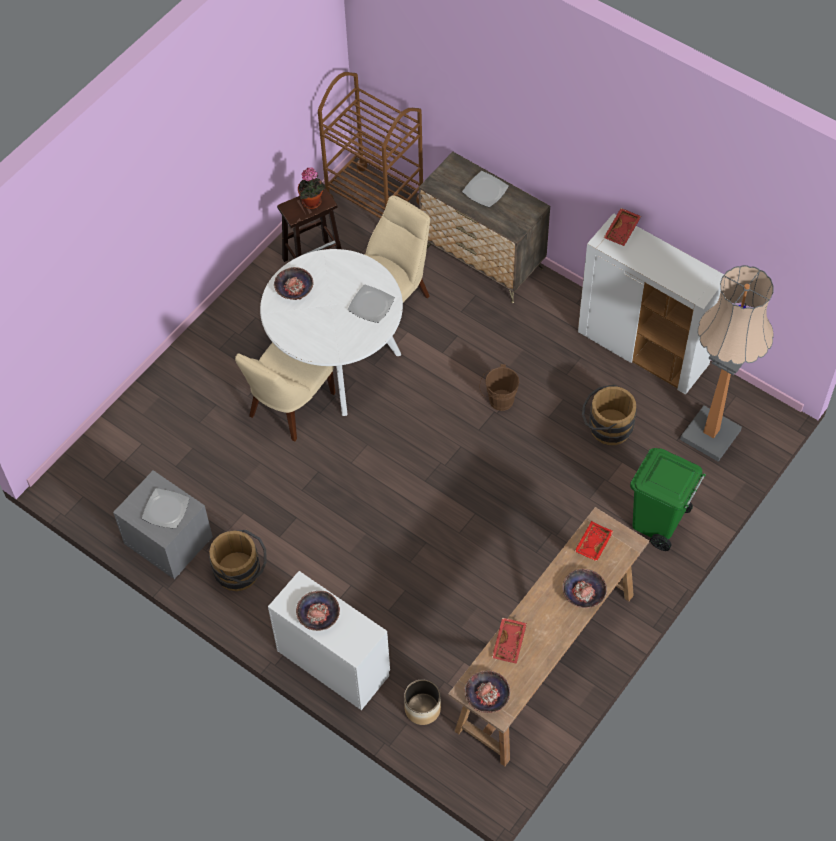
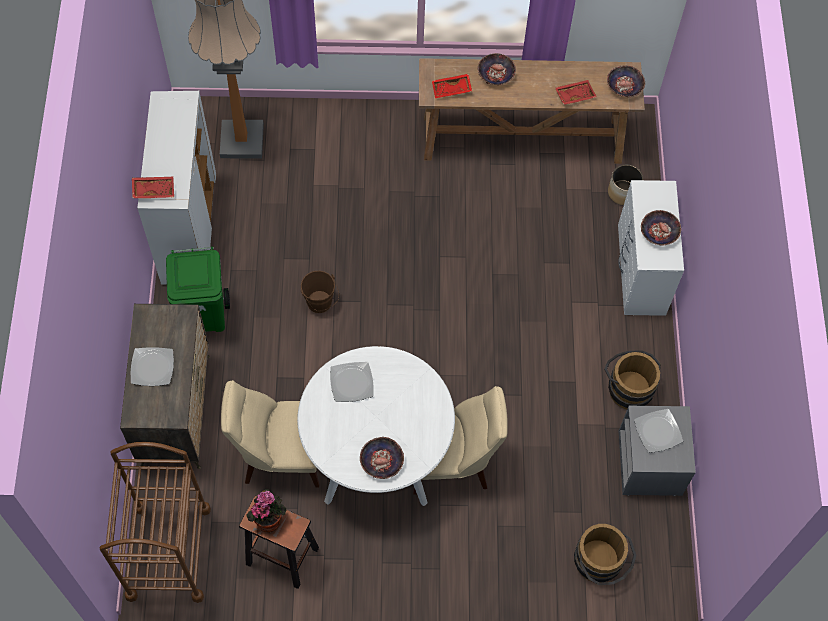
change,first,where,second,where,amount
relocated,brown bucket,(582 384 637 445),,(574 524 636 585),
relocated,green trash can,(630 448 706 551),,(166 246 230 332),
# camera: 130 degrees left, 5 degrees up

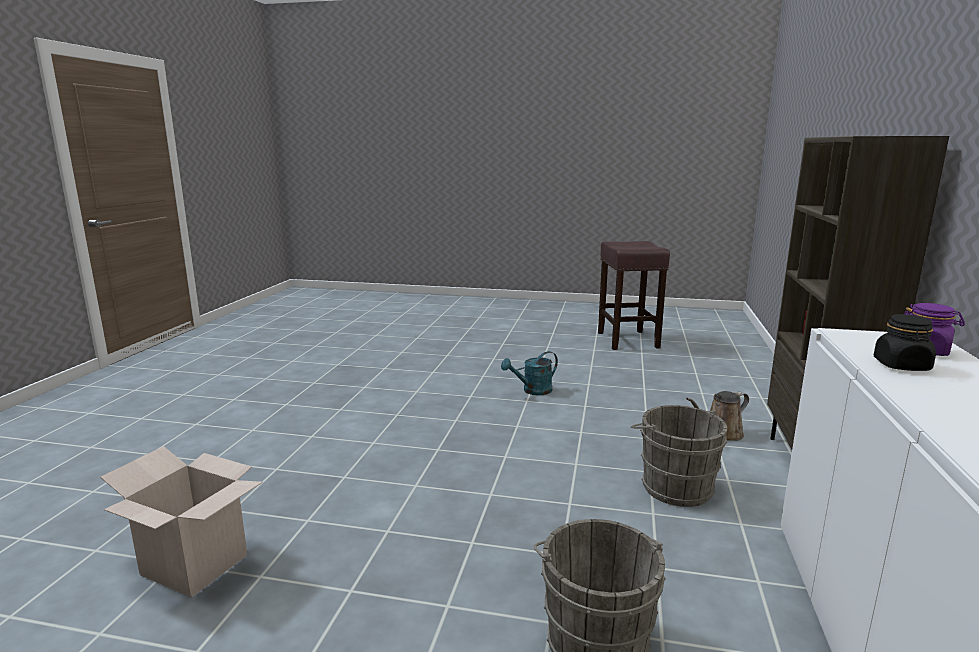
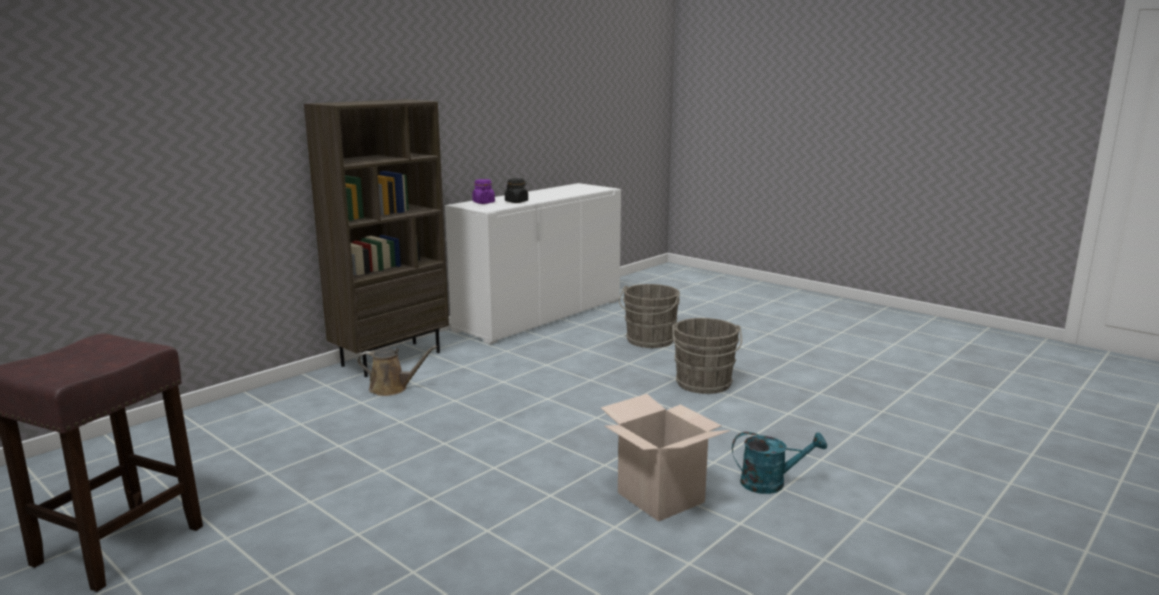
change,first,where,second,where,amount
relocated,cardboard box,(100 446 263 597),,(601 394 730 522),
relocated,turquoise watering can,(501 351 558 395),,(732 432 827 494),
relocated,grey bucket,(631 405 727 507),,(672 318 742 394),
# camera: 150 degrees left, 0 degrees up

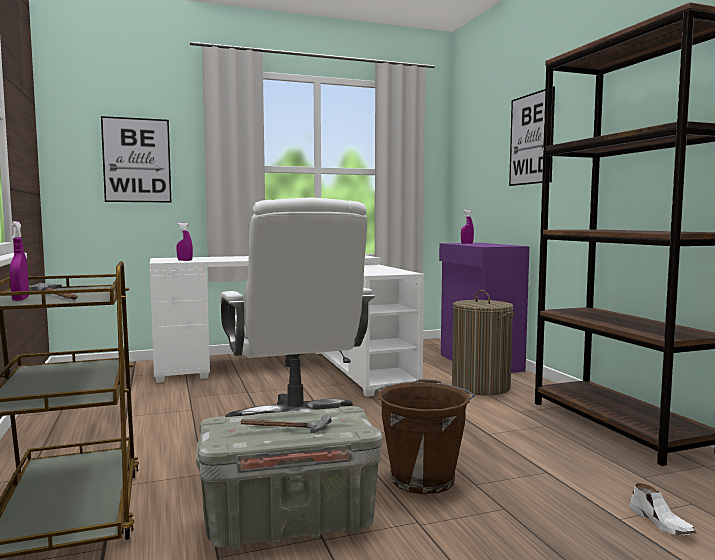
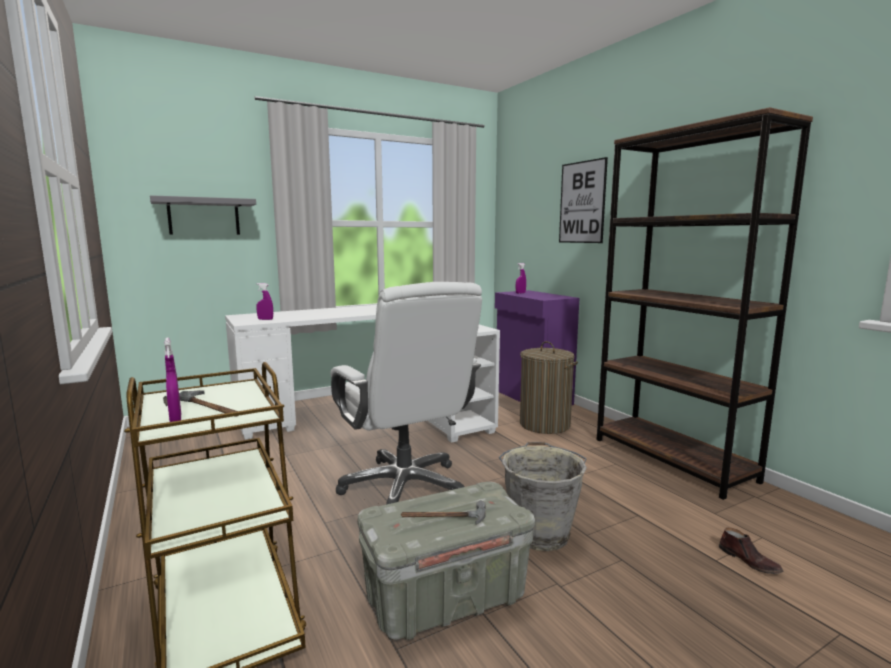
change,first,where,second,where,amount
exchanged,picture,(101 116 171 203),grey shelf,(150 195 256 235),
colour,brown bucket,(378 379 475 494),grey bucket,(499 442 587 551),
colour,white shoe,(629 483 696 536),brown shoe,(719 527 783 574),
# camera: 10 degrees left, 5 degrees up

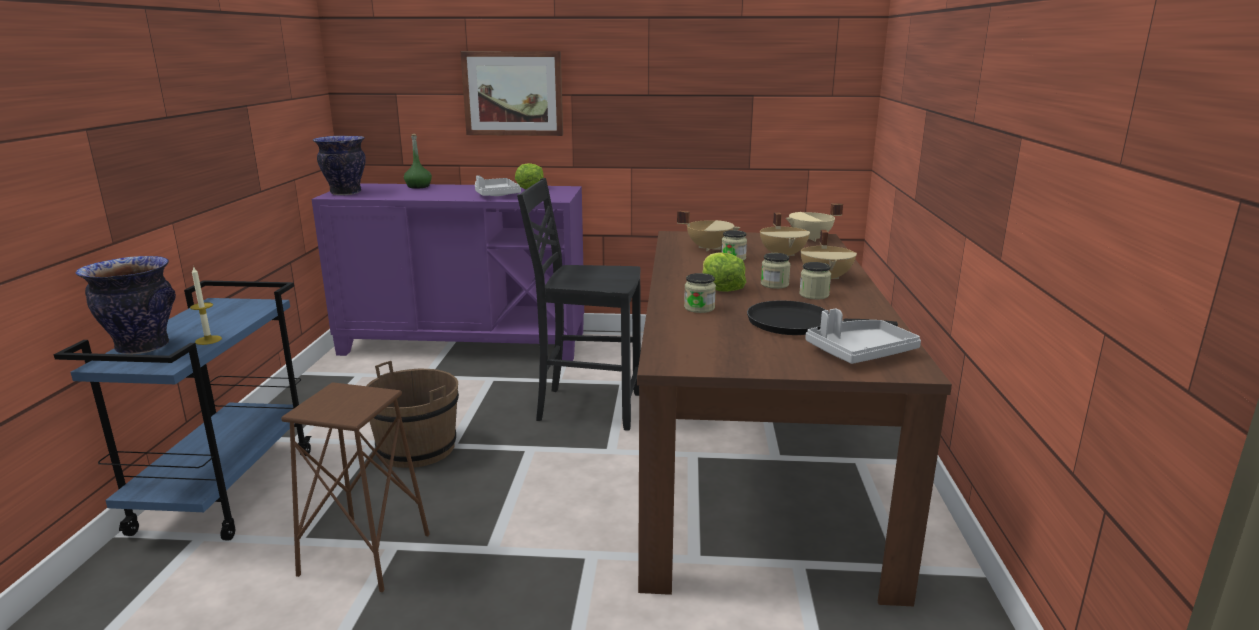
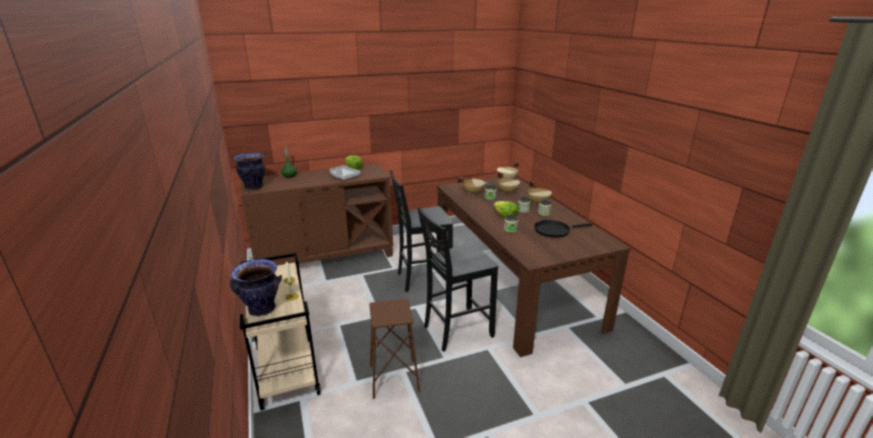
change,first,where,second,where,amount
colour,blue cart,(54 280 311 540),beige cart,(240 253 321 410),
colour,purple cabinet,(311 183 584 361),brown cabinet,(241 163 393 265),
missing,brown bucket,(366 361 459 468),,,
missing,picture,(460 51 563 136),,,
missing,grey tray,(805 309 921 364),,,
appeared,,,black chair,(417 207 498 352),
# camera: 25 degrees left, 5 degrees up

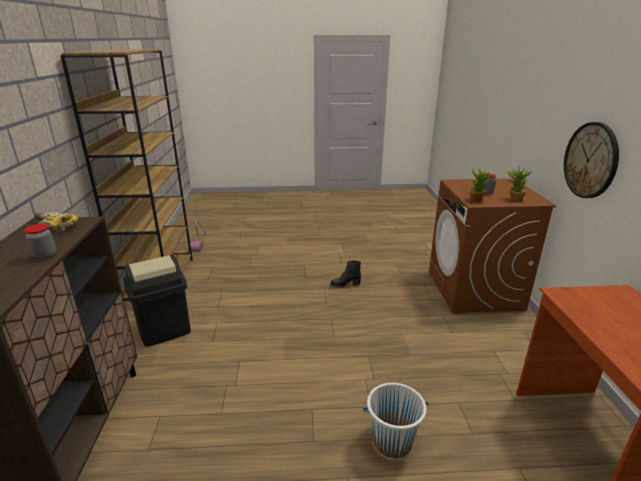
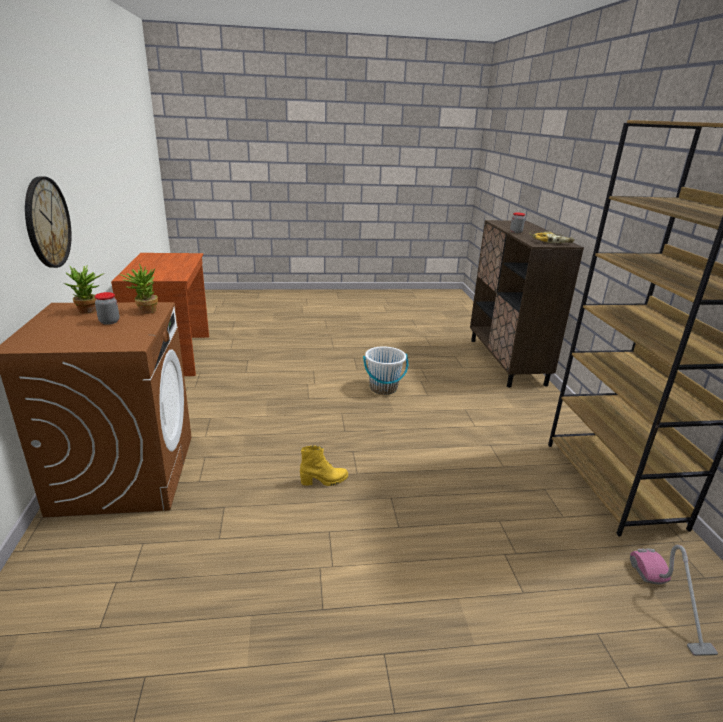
change,first,where,second,where,amount
missing,black trash can,(123 254 191 347),,,
colour,black boot,(330 260 361 288),yellow boot,(300 445 348 486),
relocated,white bucket,(363 383 428 458),,(363 347 408 395),
# camera: 175 degrees right, 0 degrees up

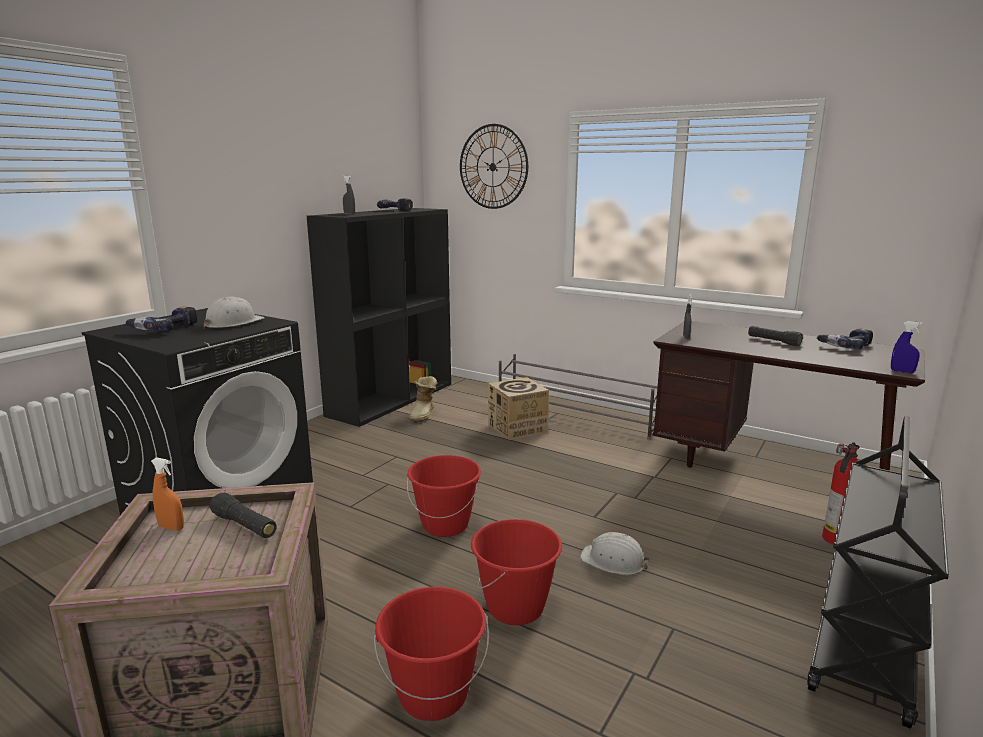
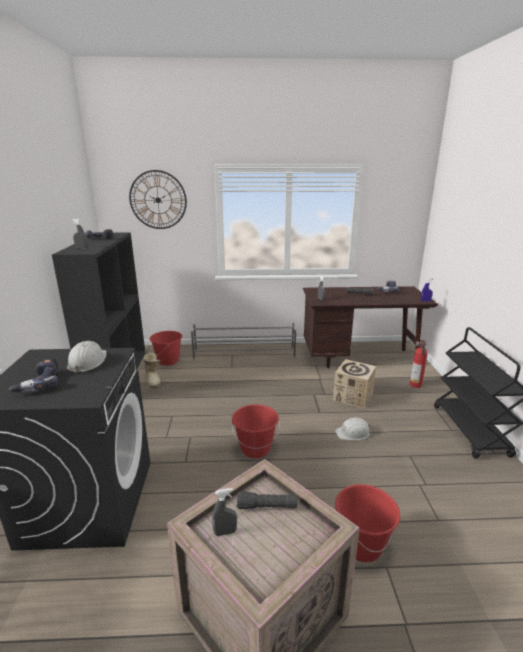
change,first,where,second,where,amount
colour,orange spray bottle,(151 457 184 531),grey spray bottle,(212 488 237 536),
relocated,red bucket,(471 519 562 625),,(150 331 182 366),
relocated,cardboard box,(488 377 549 440),,(333 359 376 409),
# camera: 35 degrees left, 5 degrees up

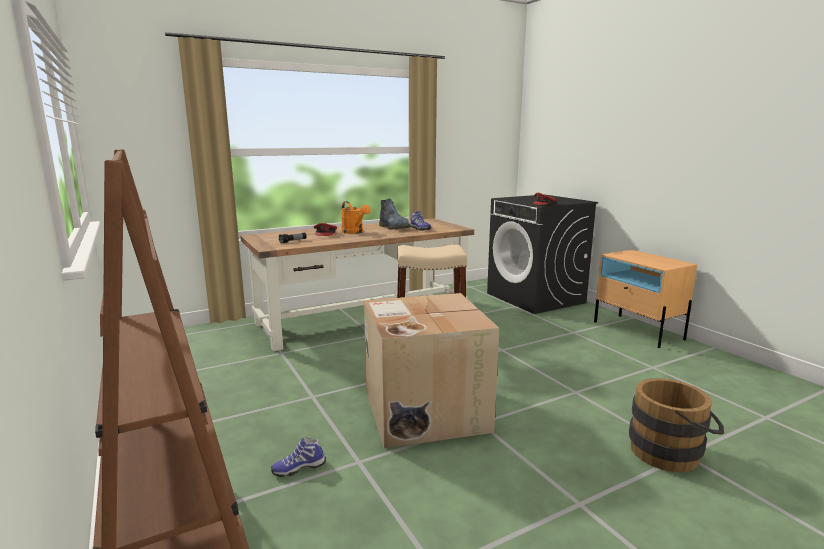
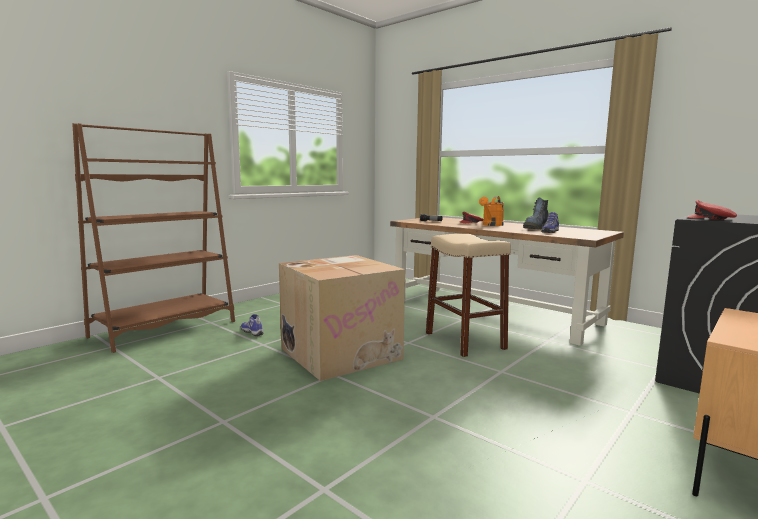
change,first,where,second,where,amount
missing,brown bucket,(629 378 724 472),,,
# camera: 70 degrees right, 5 degrees down

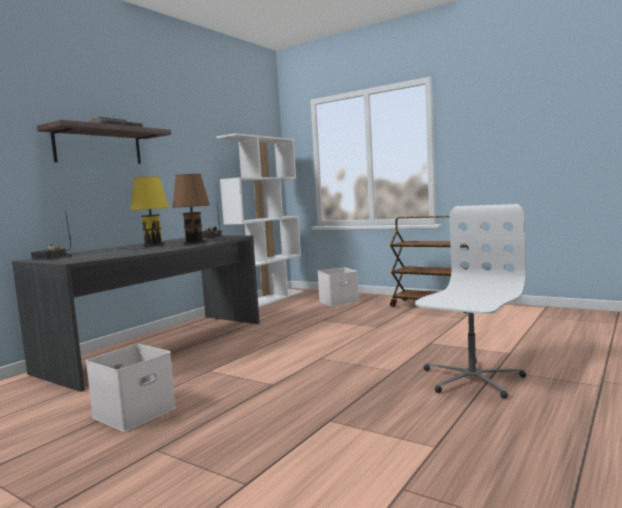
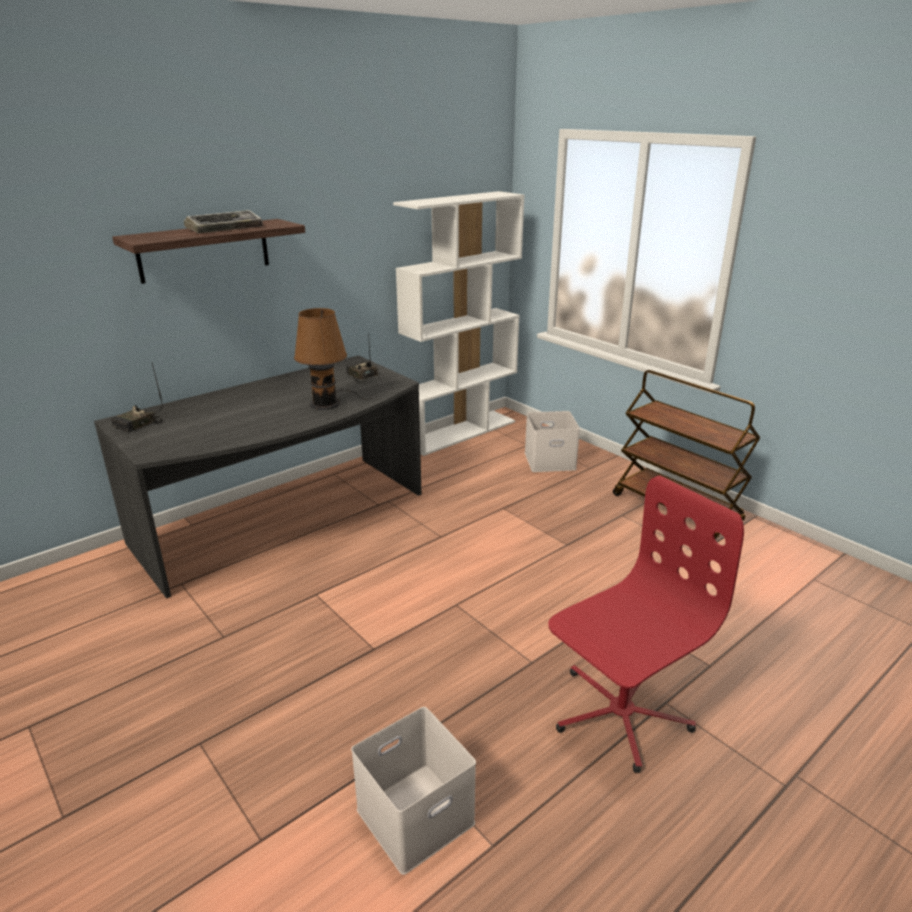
change,first,where,second,where,amount
relocated,white storage box,(86 344 176 432),,(351 707 476 875),
missing,yellow table lamp,(120 176 169 249),,,
colour,white office chair,(415 204 526 399),red office chair,(548 476 744 773),
# camera: 15 degrees right, 20 degrees up

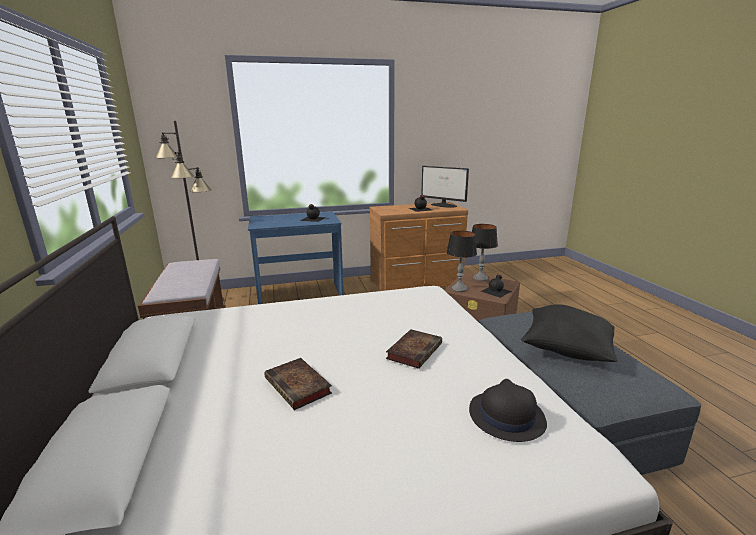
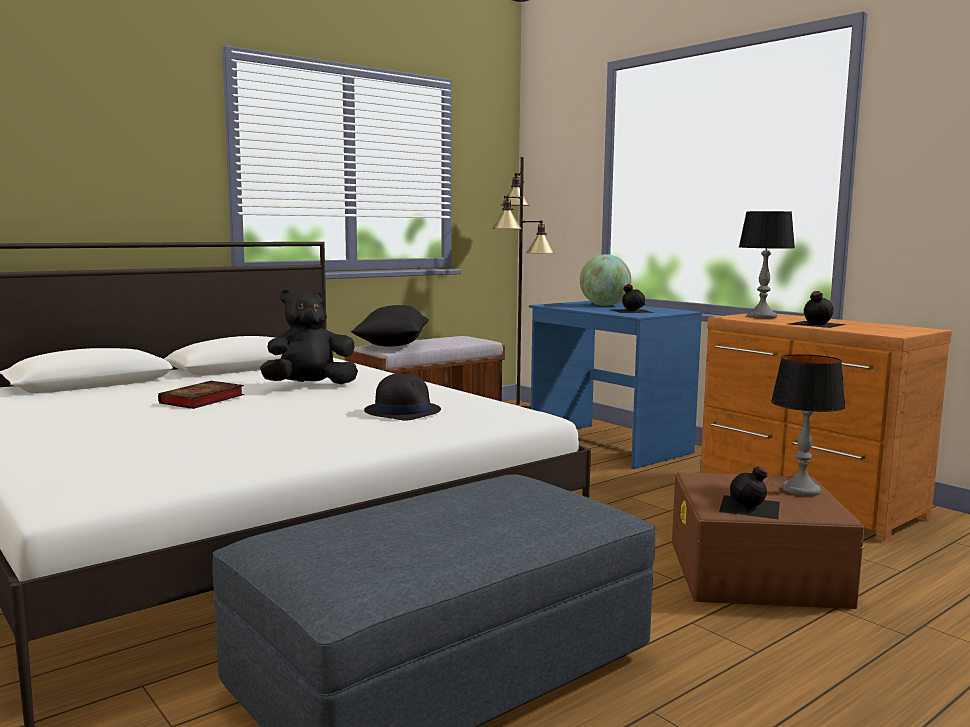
change,first,where,second,where,amount
missing,book,(386 329 442 369),,,
missing,monitor,(421 166 469 208),,,
relocated,table lamp,(446 231 477 292),,(739 211 795 319),
relocated,black hat,(469 379 547 442),,(364 373 441 421),
relocated,black pillow,(521 304 618 362),,(351 305 429 347),
appeared,,,black plush toy,(260 290 358 384),
appeared,,,globe,(580 254 631 306),
# camera: 65 degrees right, 10 degrees down

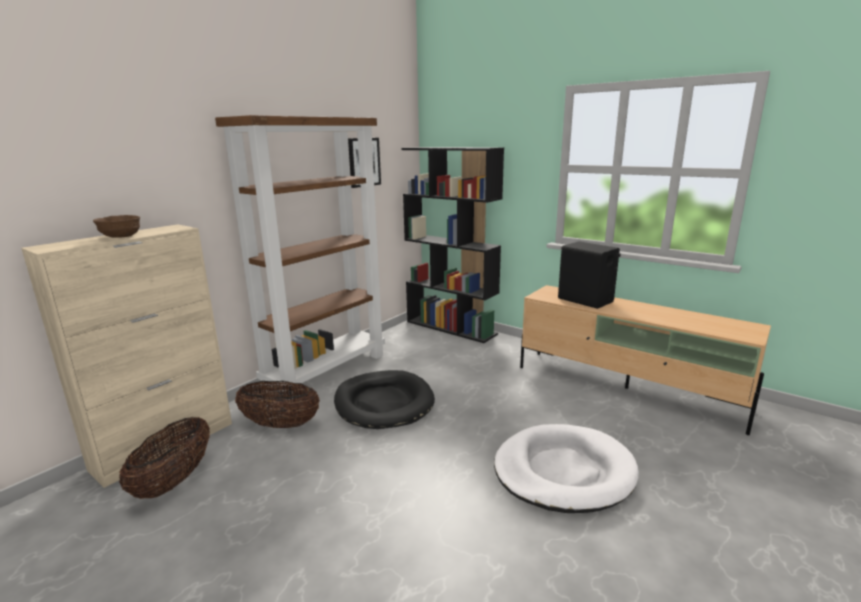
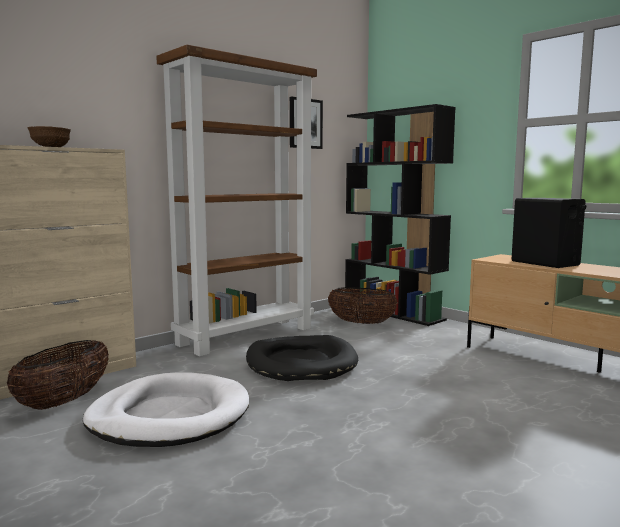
change,first,where,second,where,amount
relocated,basket,(235 381 320 428),,(328 287 398 324),
relocated,white dog bed,(494 424 639 513),,(83 372 249 447),
# camera: 10 degrees right, 10 degrees down

